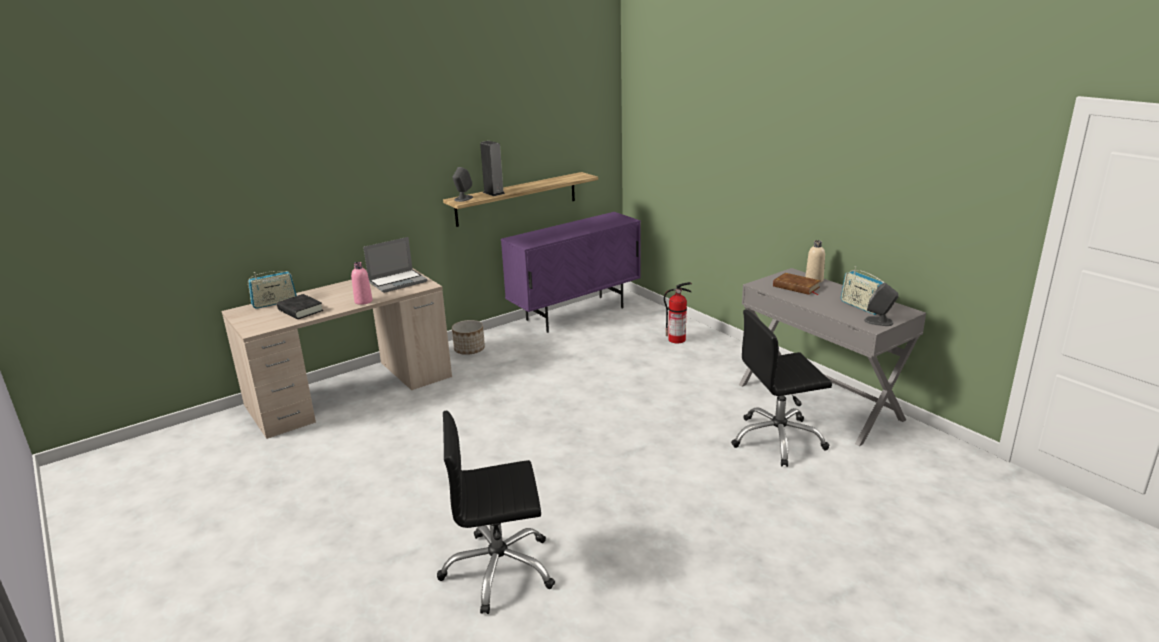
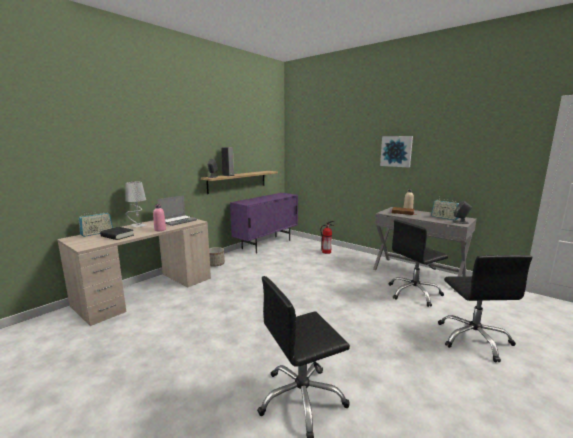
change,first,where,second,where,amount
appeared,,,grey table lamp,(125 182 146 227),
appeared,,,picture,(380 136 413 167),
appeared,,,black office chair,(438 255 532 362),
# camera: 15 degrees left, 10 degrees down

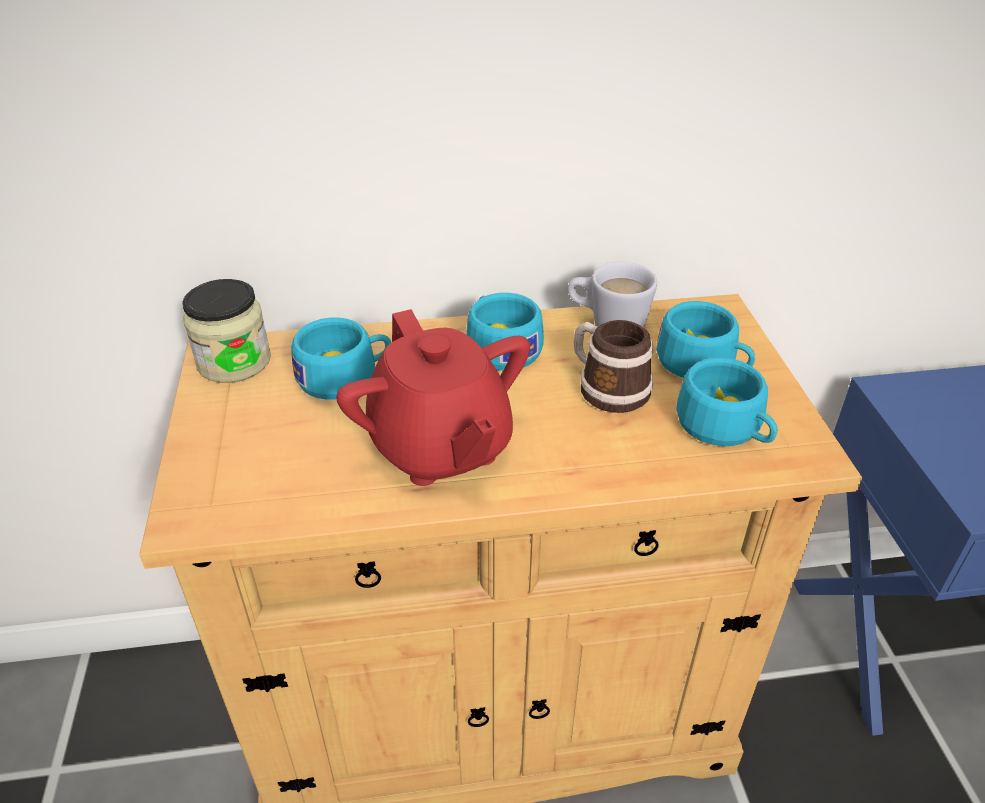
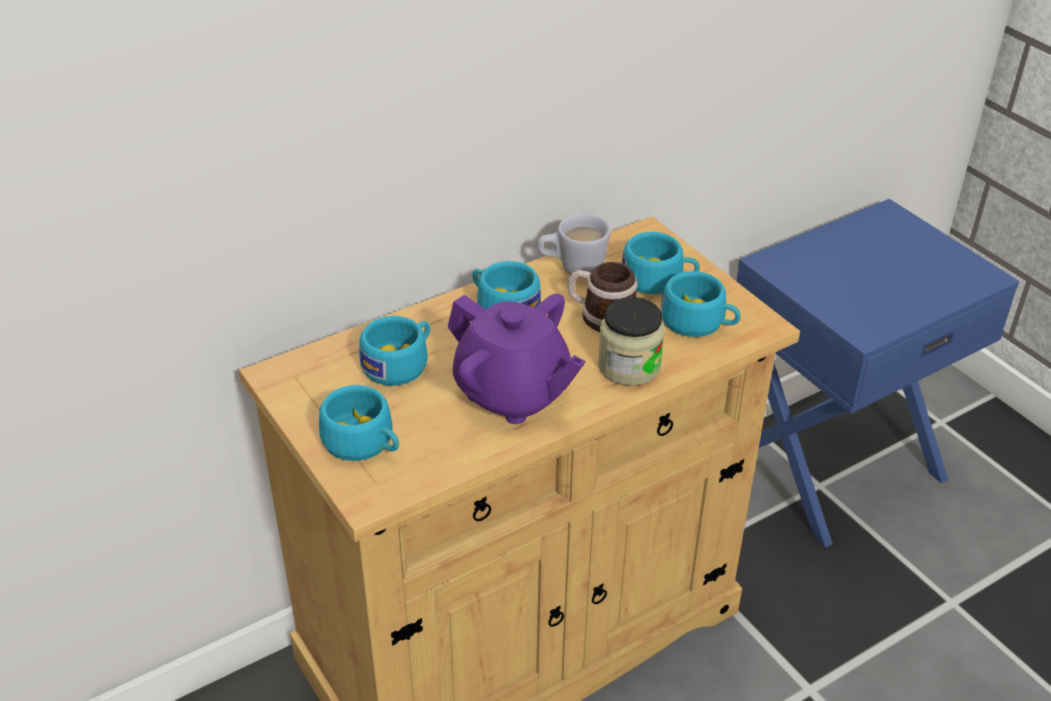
change,first,where,second,where,amount
relocated,jar,(182 279 271 383),,(598 297 665 386),
colour,red teapot,(336 309 530 486),purple teapot,(448 294 585 424),
appeared,,,turquoise cup,(319 385 399 461),
# camera: 25 degrees left, 0 degrees up

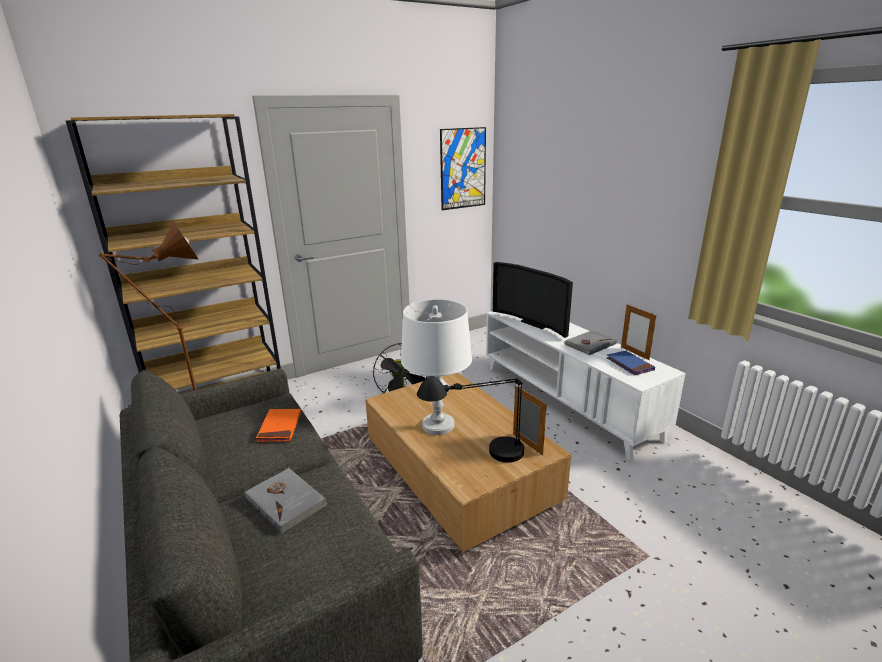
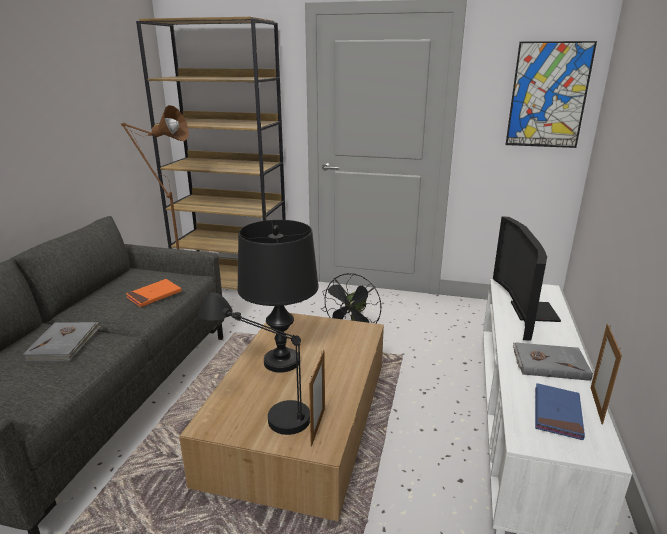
change,first,where,second,where,amount
colour,white table lamp,(401 299 472 435),black table lamp,(237 220 319 373),
# camera: 45 degrees right, 0 degrees up

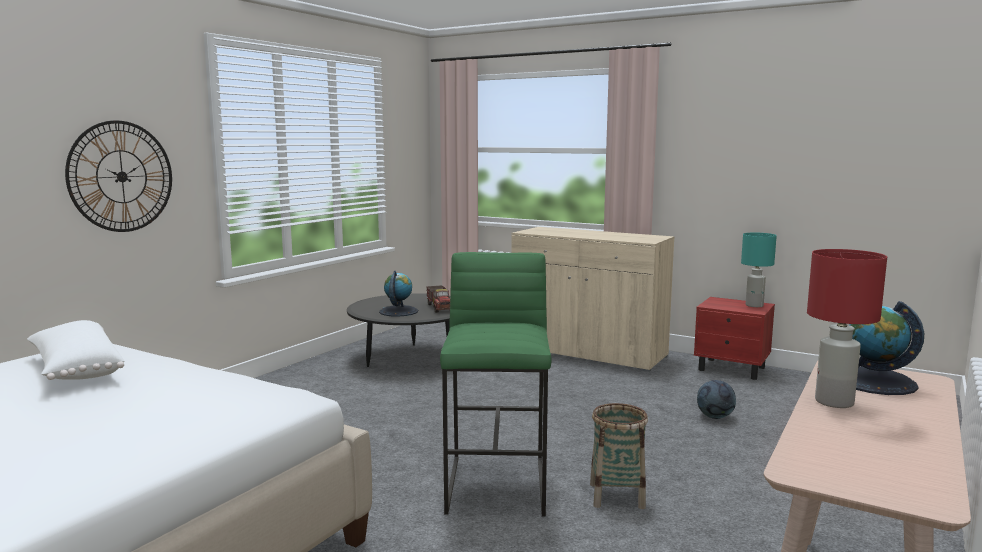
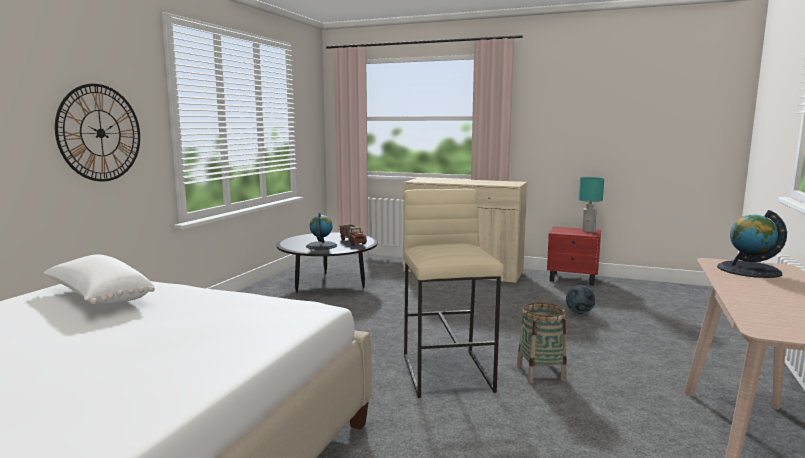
change,first,where,second,where,amount
colour,green stool,(440 252 552 516),beige stool,(403 189 504 398),
missing,red table lamp,(807 249 887 408),,,
# camera: 10 degrees left, 0 degrees up

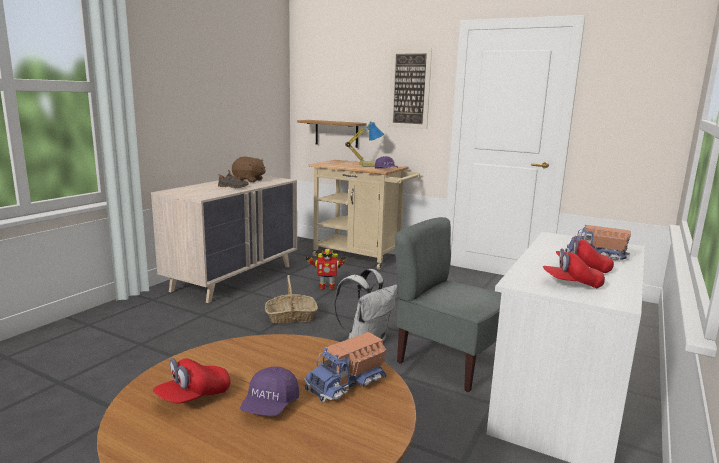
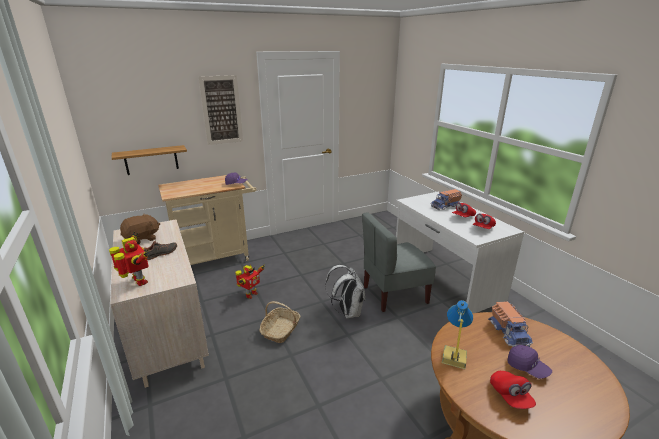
change,first,where,second,where,amount
relocated,table lamp,(345 121 384 167),,(442 300 473 369),
appeared,,,toy robot,(109 232 150 286),
# camera: 55 degrees left, 10 degrees up

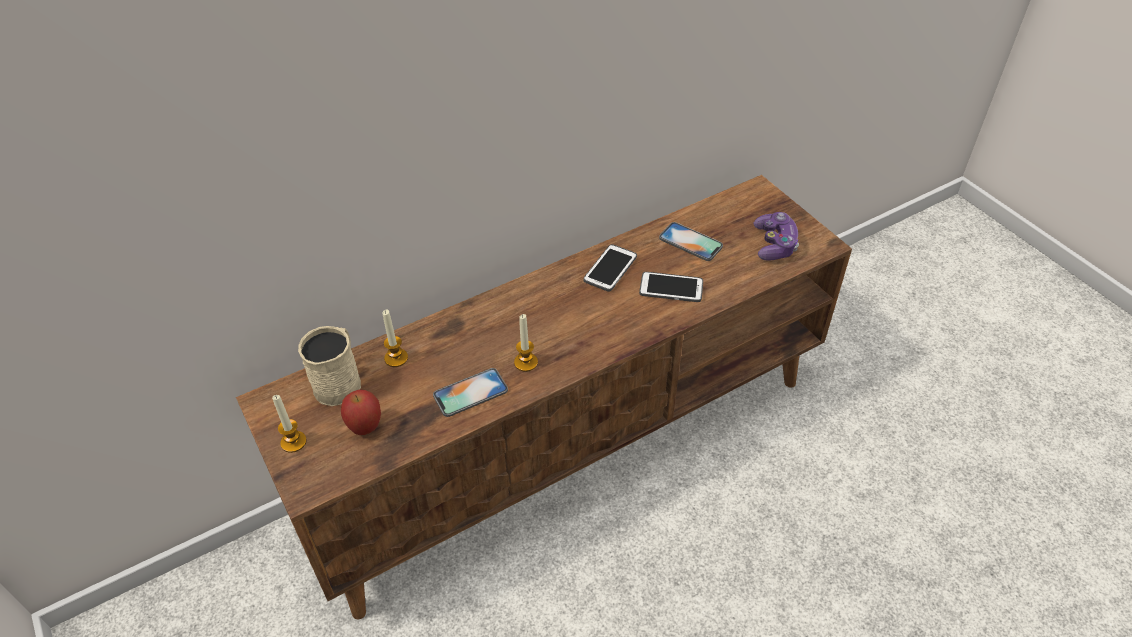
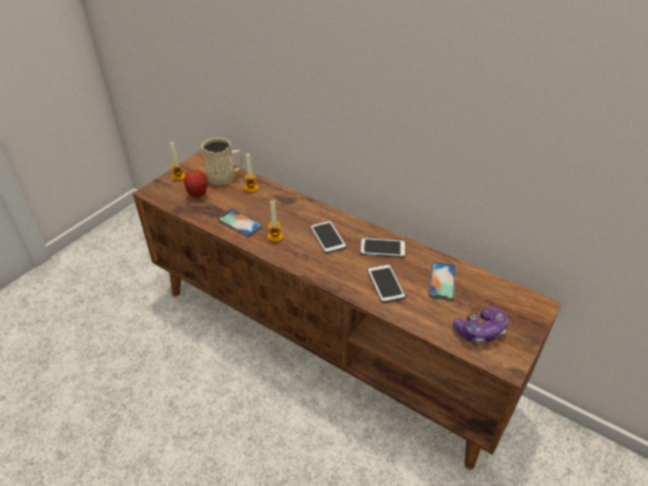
change,first,where,second,where,amount
appeared,,,phone,(310 220 347 254),
# camera: 65 degrees right, 5 degrees down

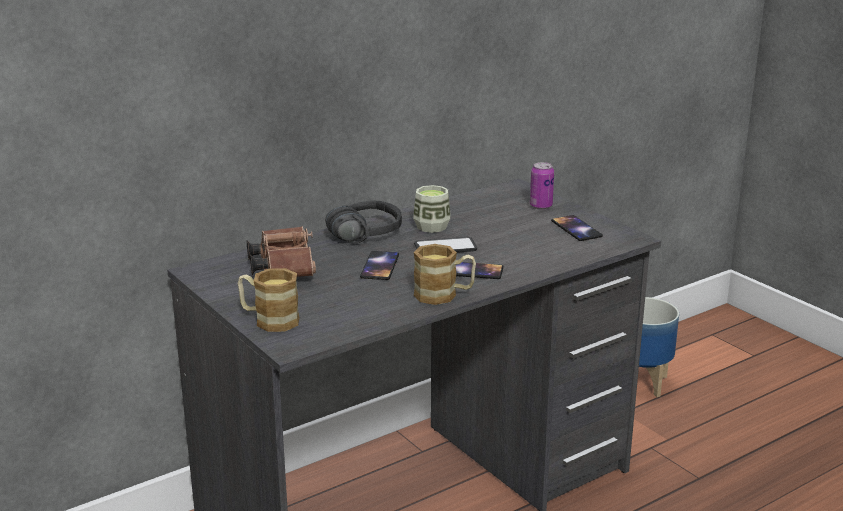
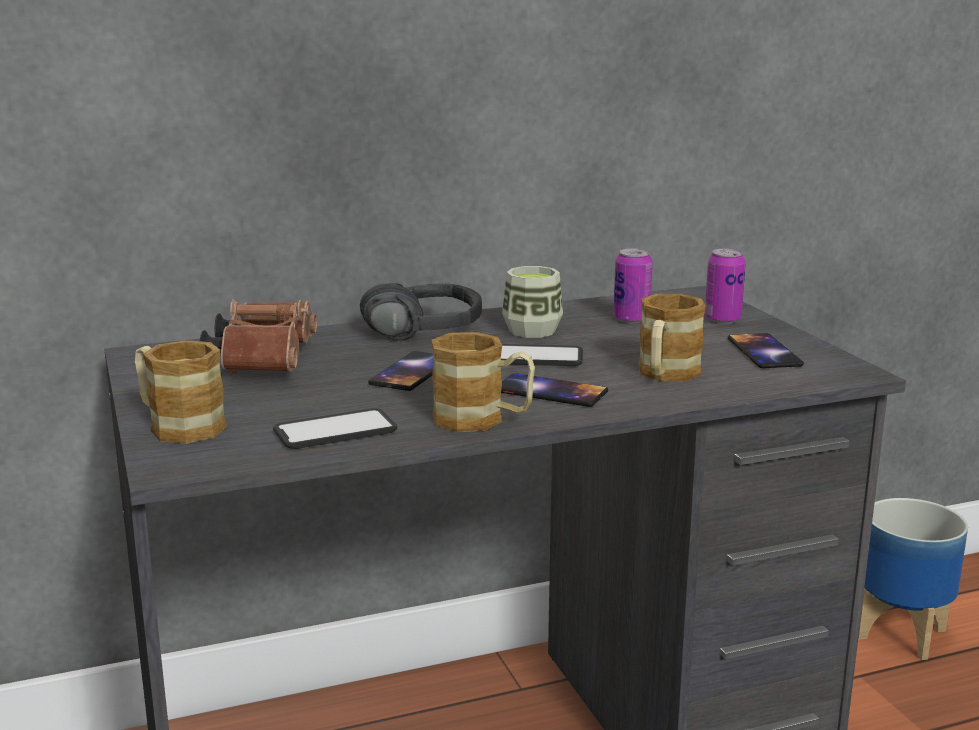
change,first,where,second,where,amount
appeared,,,phone,(273 408 397 449),
appeared,,,can,(613 249 653 323),
appeared,,,mug,(638 294 706 381),
# camera: 15 degrees right, 5 degrees down

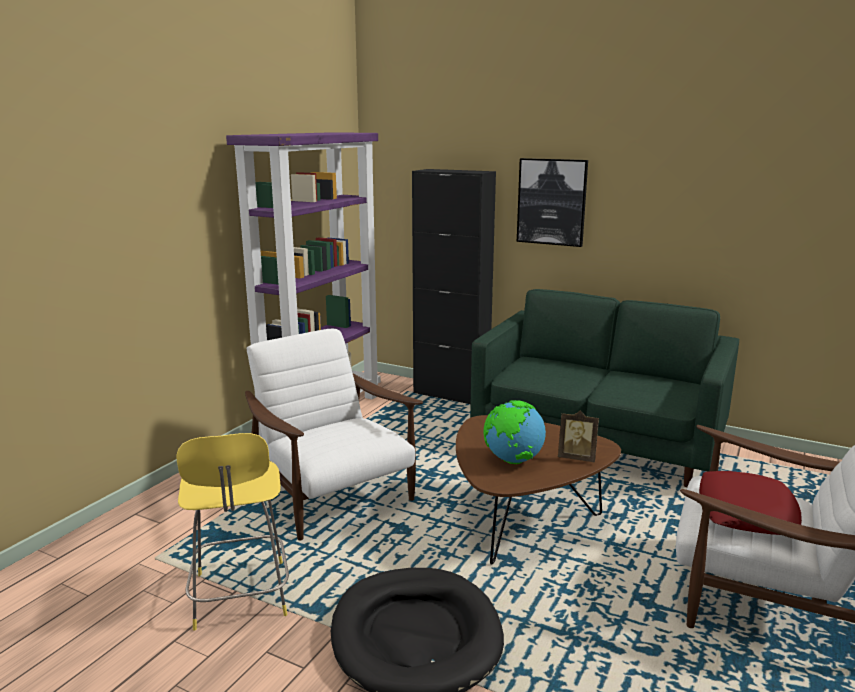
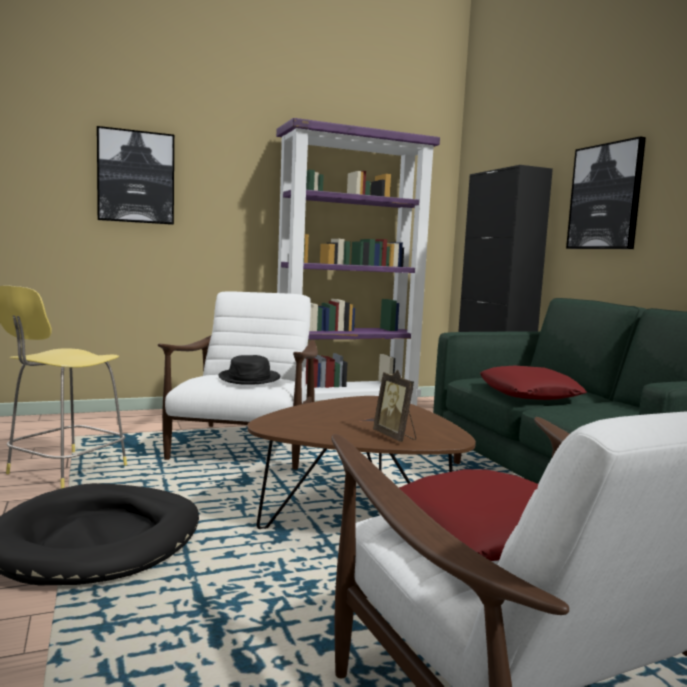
change,first,where,second,where,amount
missing,globe,(483 400 546 464),,,
appeared,,,picture,(97 126 174 225),
appeared,,,black hat,(218 355 280 385),
appeared,,,red pillow,(480 366 587 400),
# camera: 40 degrees right, 10 degrees down

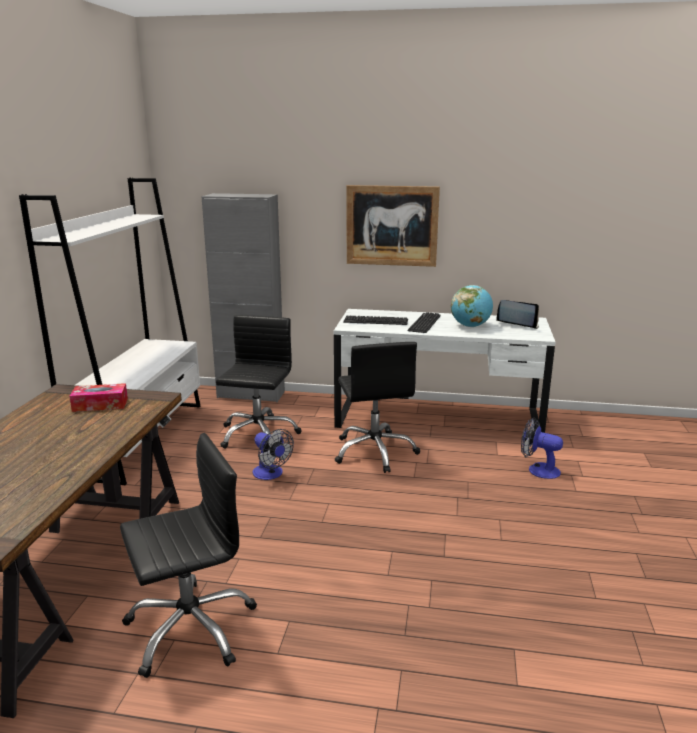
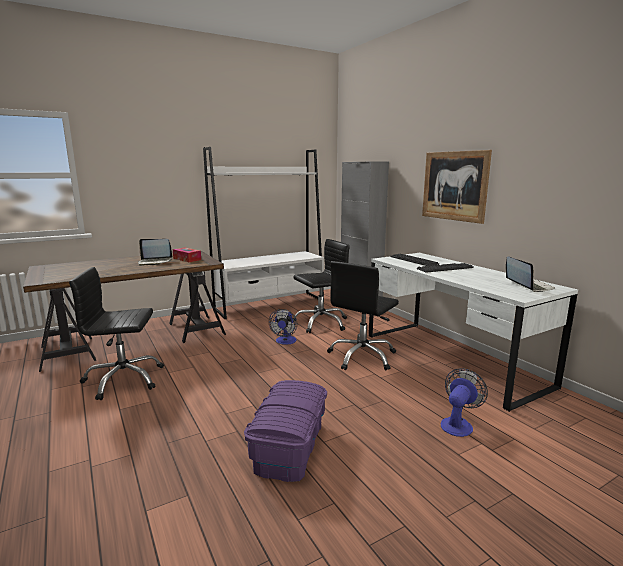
change,first,where,second,where,amount
spun,black office chair,(120 433 257 678),,(69 267 164 400),150 degrees clockwise
missing,globe,(451 285 493 327),,,
spun,fan,(521 417 563 479),,(441 368 488 437),45 degrees clockwise
appeared,,,laptop,(138 239 173 266),
appeared,,,purple storage box,(244 380 327 482),
# camera: 50 degrees right, 5 degrees down

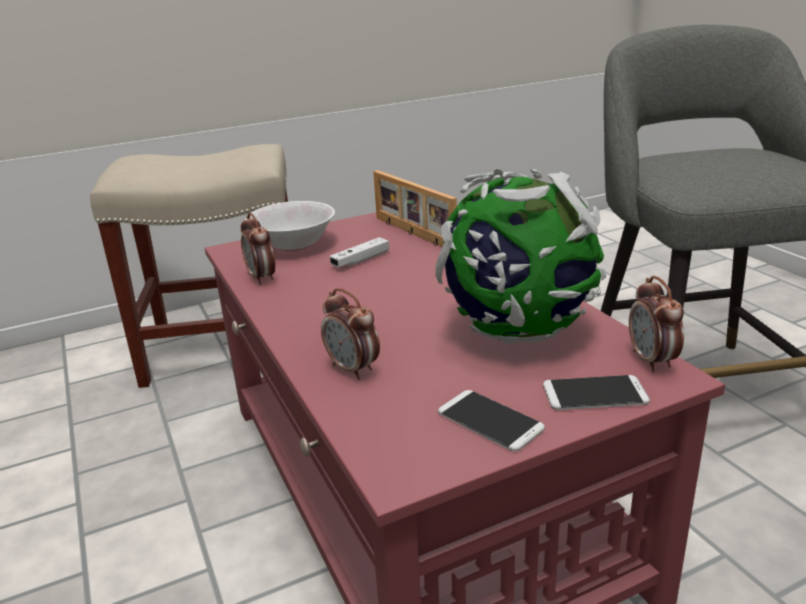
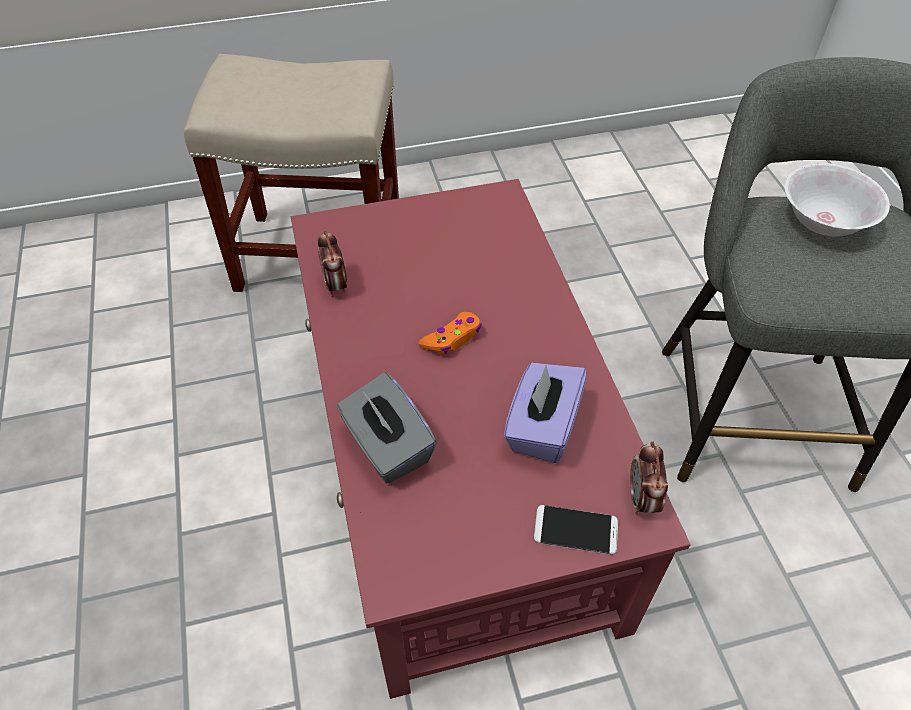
change,first,where,second,where,amount
relocated,white bowl,(245 201 335 252),,(784 163 890 237),
exchanged,alarm clock,(321 288 380 380),grey tissue box,(337 372 437 483),
missing,white game controller,(330 237 389 267),,,
missing,picture frame,(373 170 457 247),,,
exchanged,globe,(435 168 606 344),purple tissue box,(504 363 587 463),
missing,phone,(438 390 545 451),,,
appeared,,,orange game controller,(418 312 482 354),
# camera: 10 degrees right, 25 degrees up

